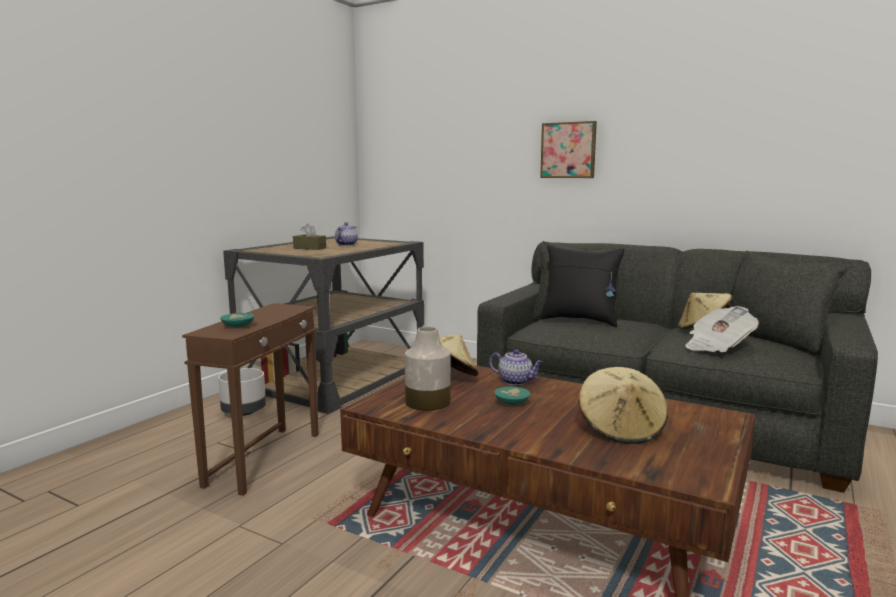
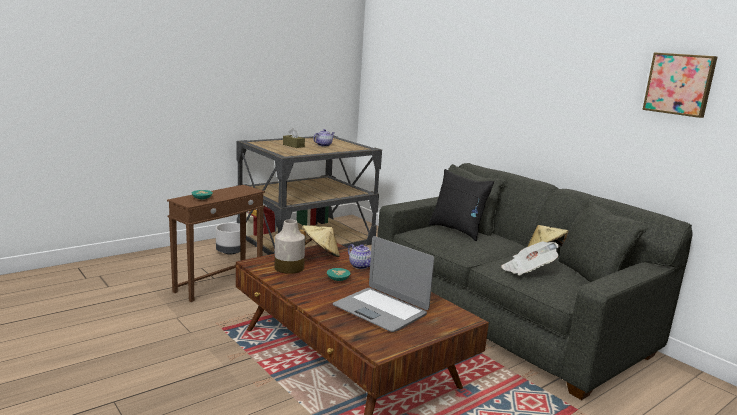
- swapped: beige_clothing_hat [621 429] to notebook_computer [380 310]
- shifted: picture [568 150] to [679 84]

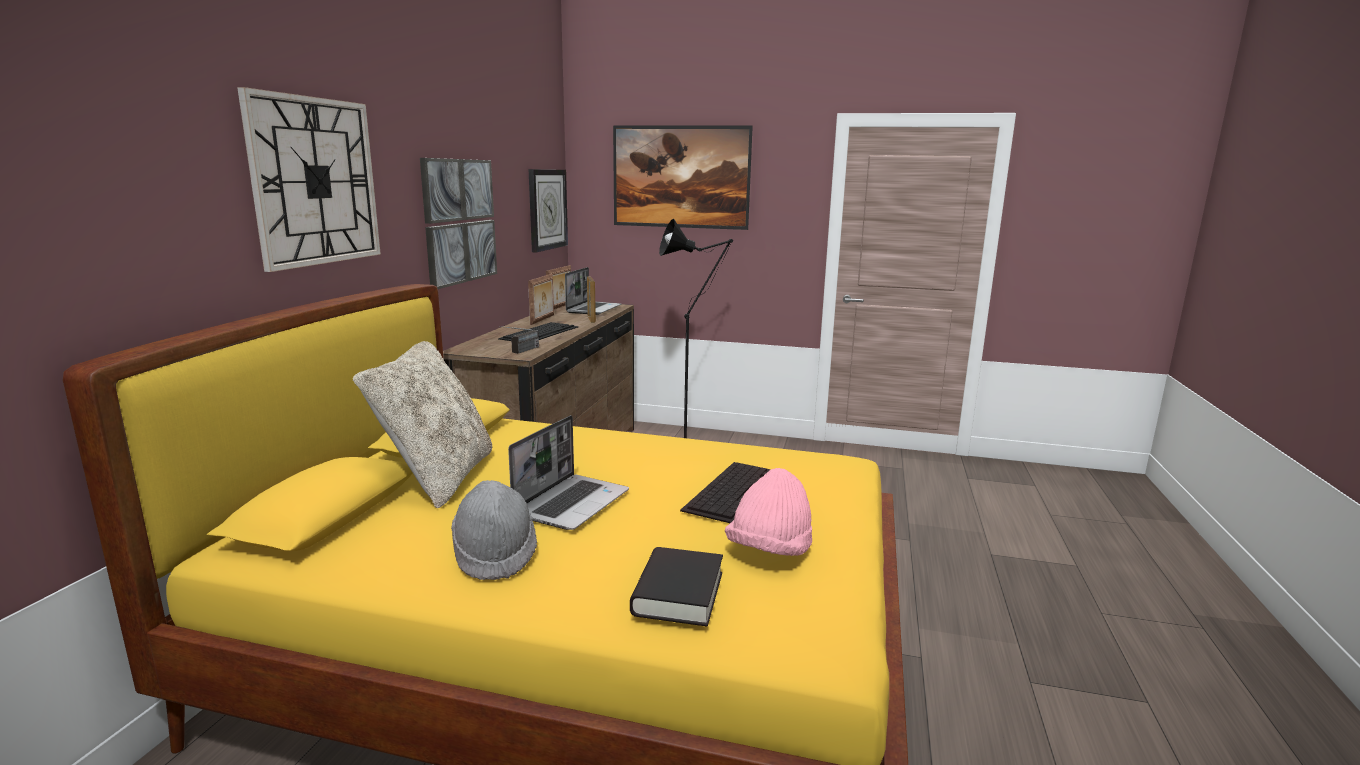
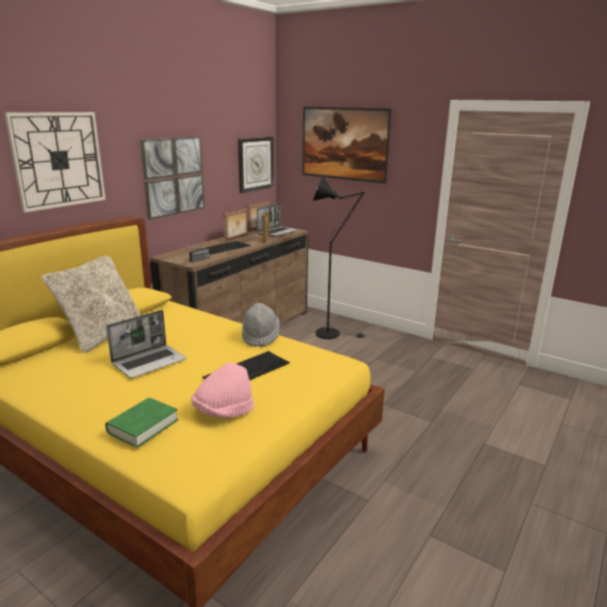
- repainted: black-coloured_bound_book [678 593] to green-coloured_bound_book [143 426]
- shifted: grey_clothing_hat [495 554] to [260 337]

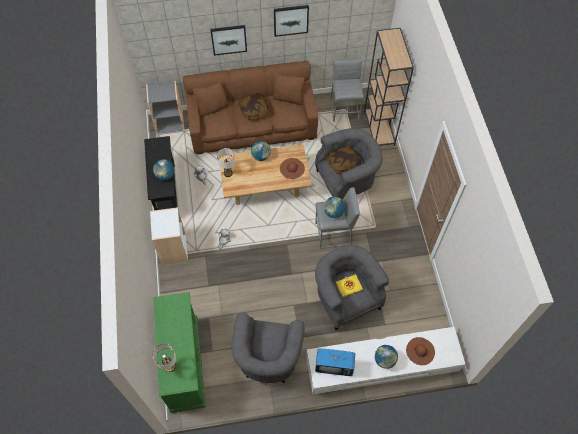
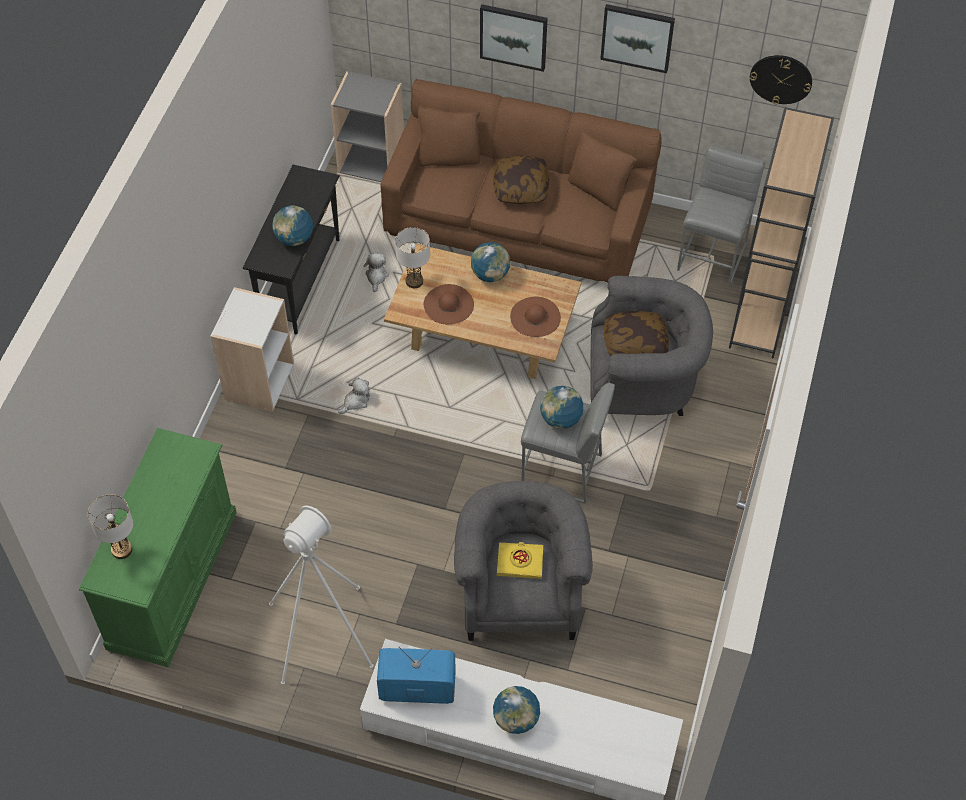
- swapped: grey_armchair [268 358] to white-coloured_standing_lamp [321 634]
- rotated: TV [334 366] = [417 689] 150 degrees clockwise
- shifted: brown-coloured_clothing_hat [420 351] to [448 304]
- new: wall_clock [781 79]

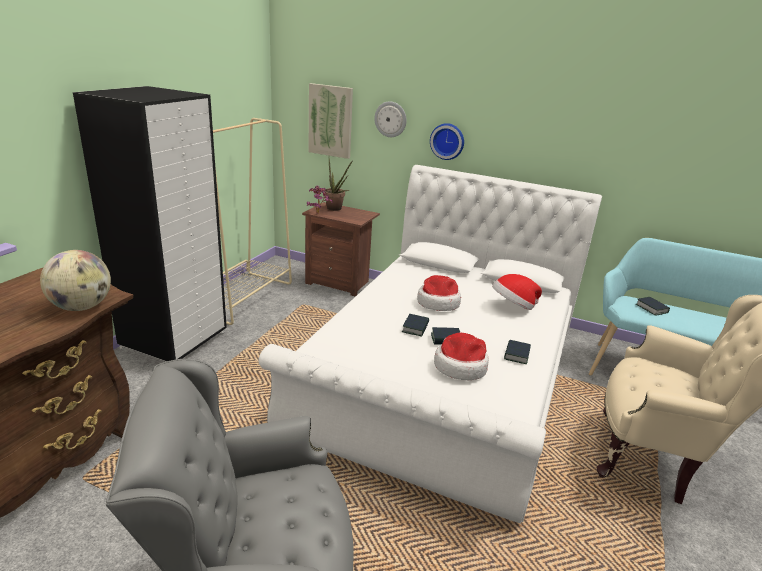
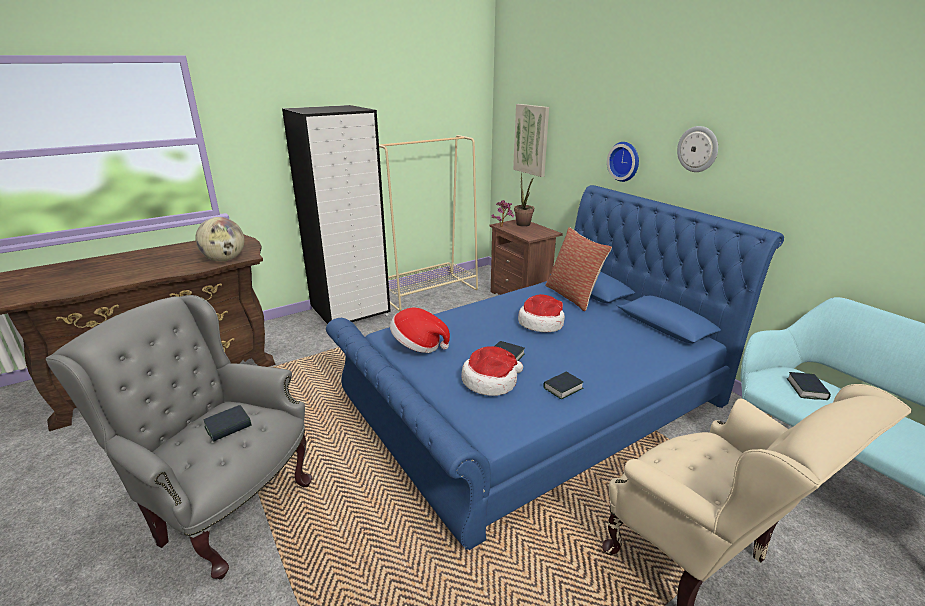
- shifted: bound_book [415 328] to [228 427]
- repainted: white-coloured_sleeping_bed [443 374] to bluish_sleeping_bed [537 399]
- shifted: clothing_hat [513 306] to [418 345]
- new: throw_pillow [573 296]
- shifted: wall_clock [390 119] to [698 149]

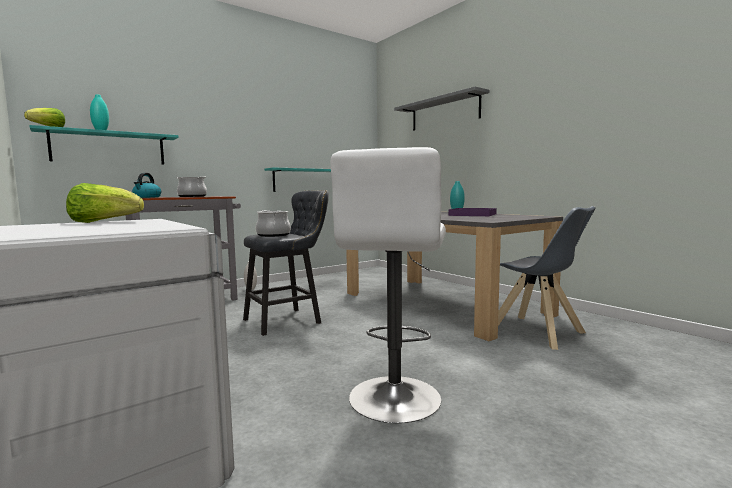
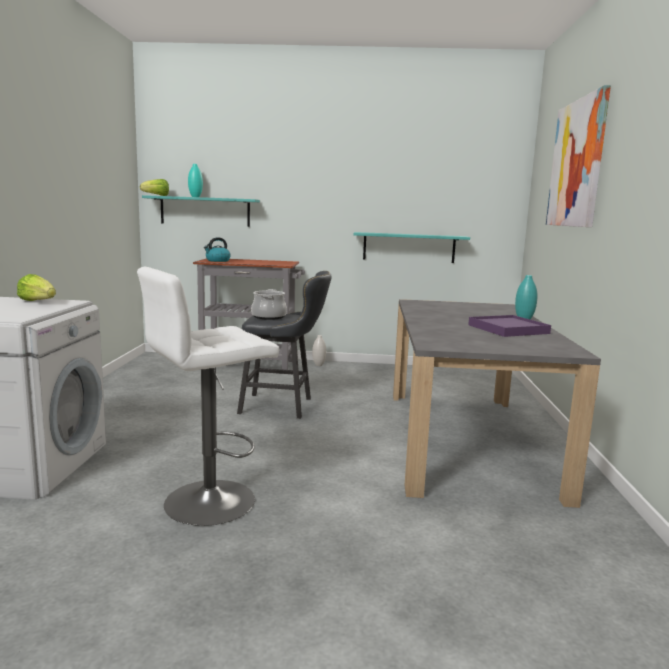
- swapped: grey_bracket_shelf [444 112] to picture [576 164]
- gone: cooking_pot [192 196]
- gone: grey_plain_chair [538 333]

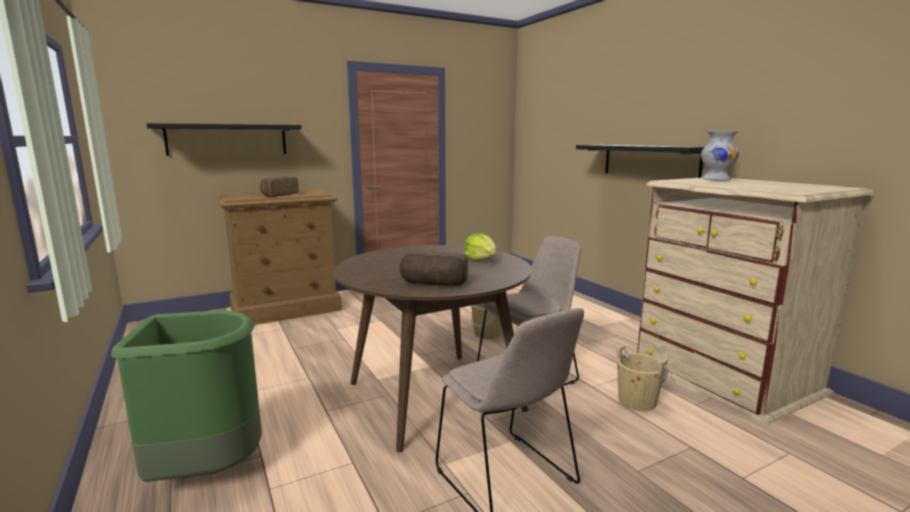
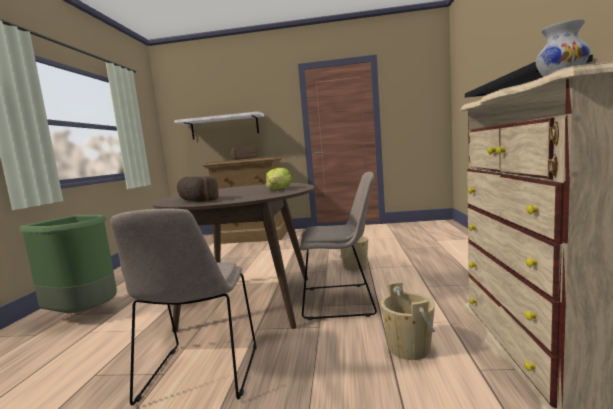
- repainted: black-coloured_bracket_shelf [227 139] to white-coloured_bracket_shelf [224 127]

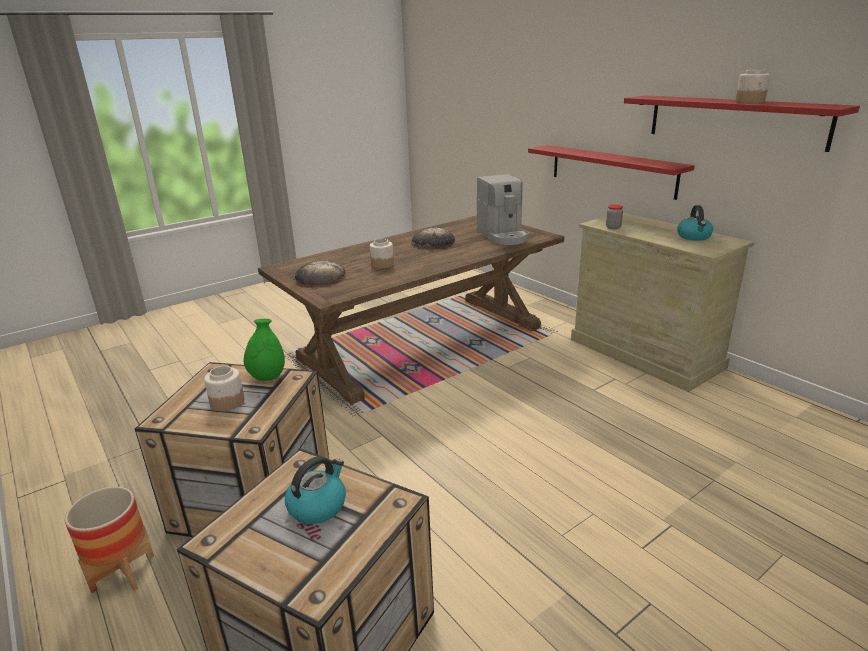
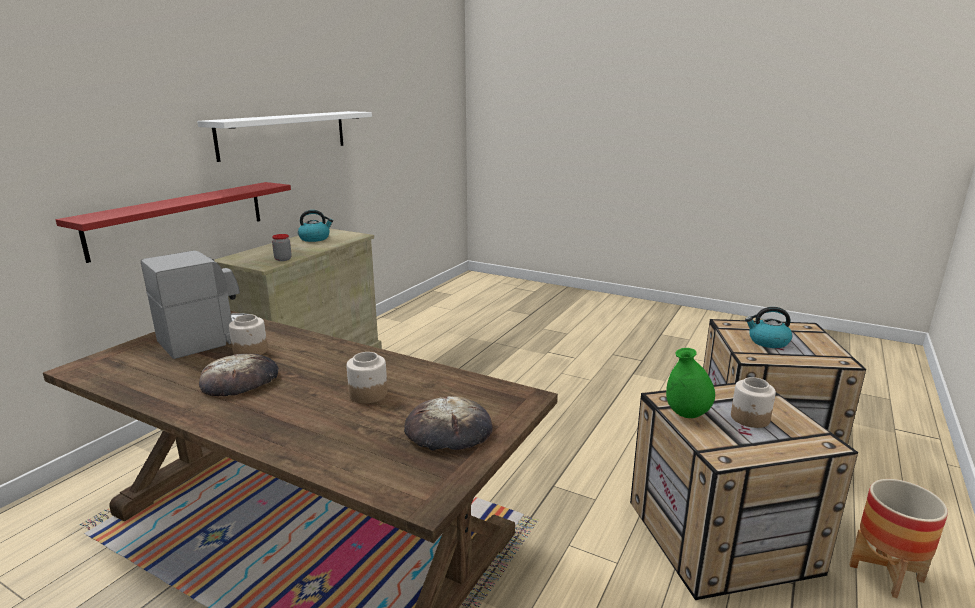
- repainted: reddish_bracket_shelf [734 121] to white-coloured_bracket_shelf [284 134]
- shifted: preserve_jar [750 101] to [251 351]

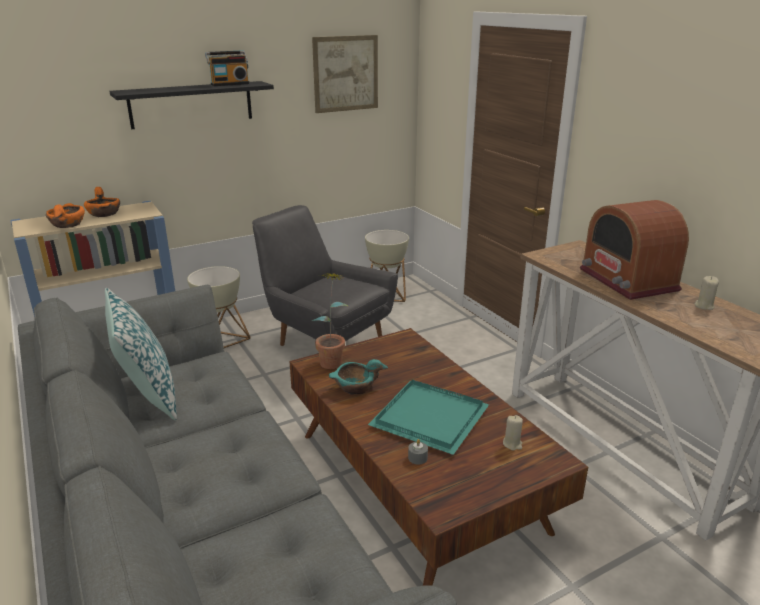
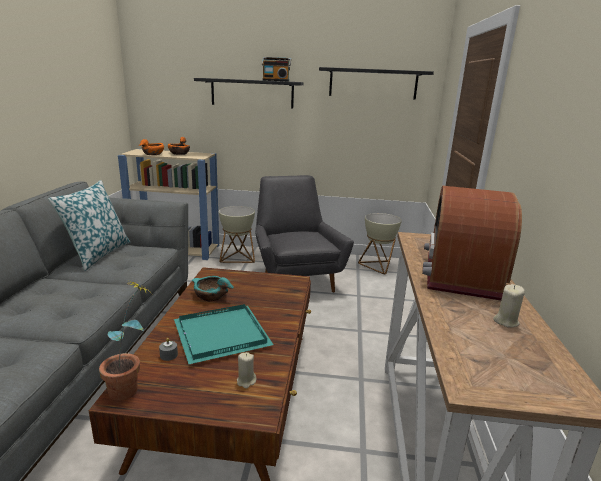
- shifted: potted_plant [332 359] to [132 387]
- swapped: picture [345 73] to black-coloured_bracket_shelf [373 83]

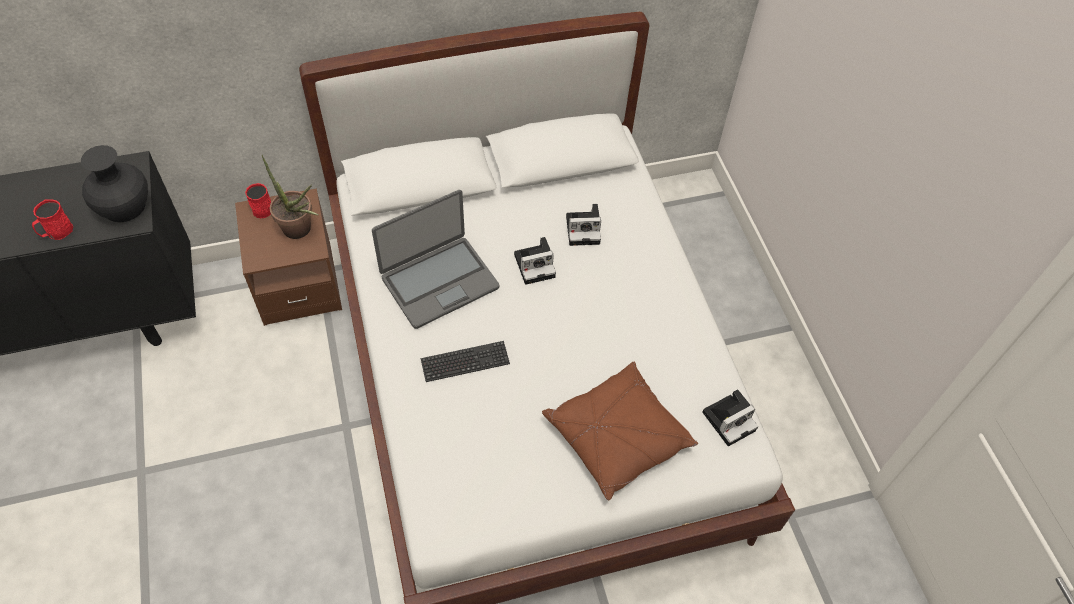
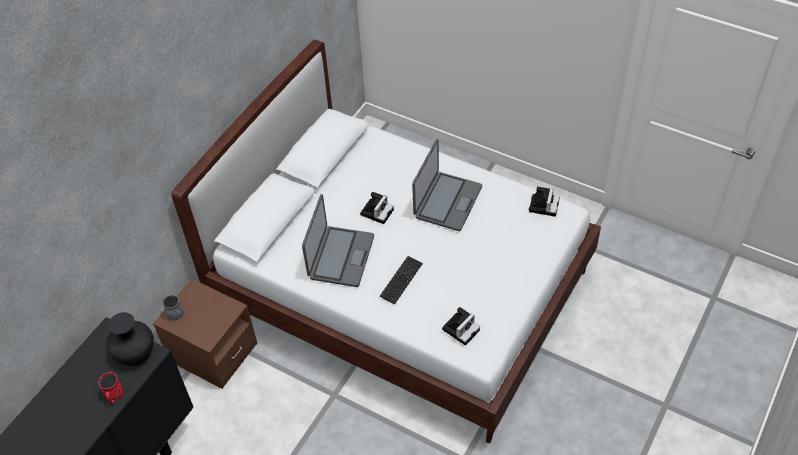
- repainted: reddish_tea_mug [262 207] to grey_tea_mug [173 312]
- new: notebook_computer [447 202]
- shifted: still_camera [584 229] to [461 328]
- gone: potted_plant [301 232]
- gone: brown-coloured_throw_pillow [617 437]

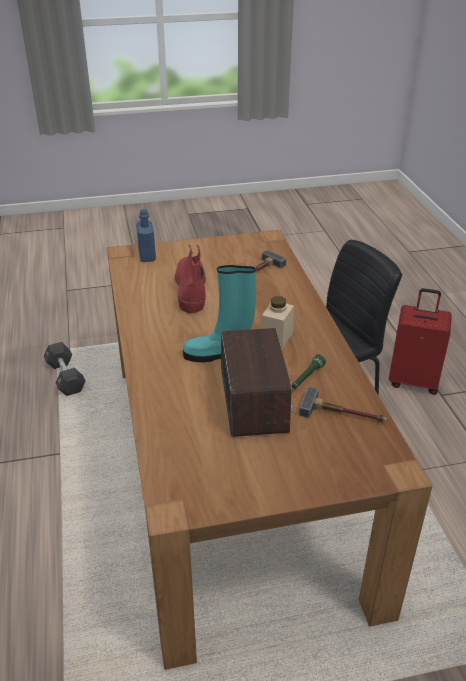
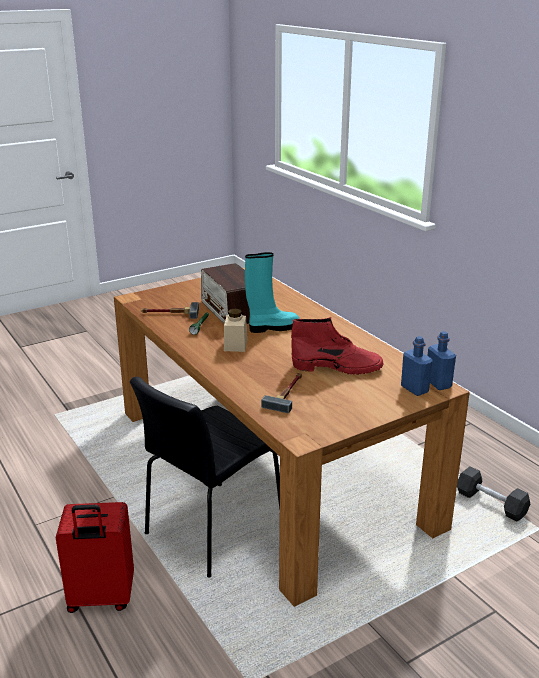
- rotated: reddish_high-top_boot [191 288] = [338 367] 60 degrees counterclockwise
- new: bluish_bottle [438 384]

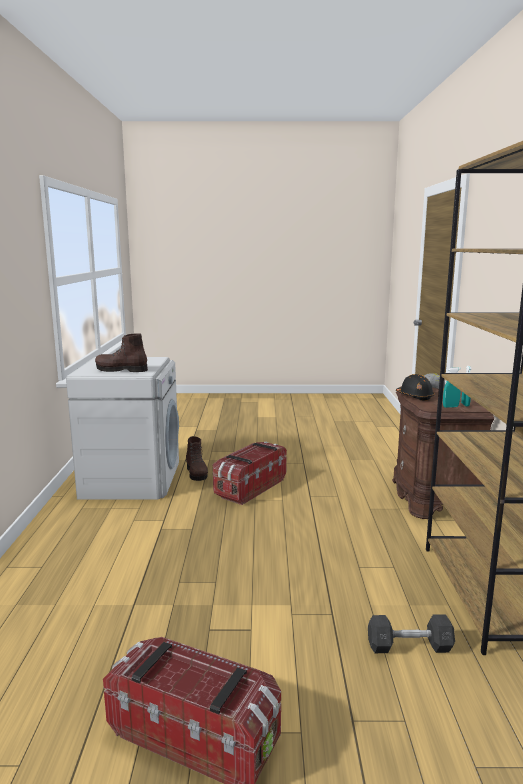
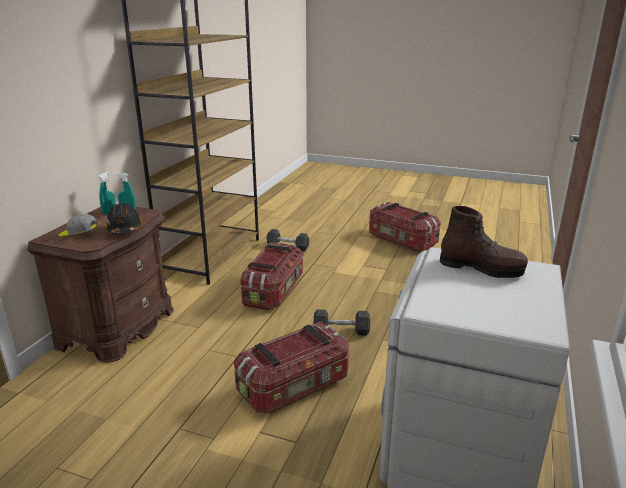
- new: storage_bin [274 291]
- new: grey_hand_weight [341 331]
- gone: brown-coloured_high-top_boot [196 473]

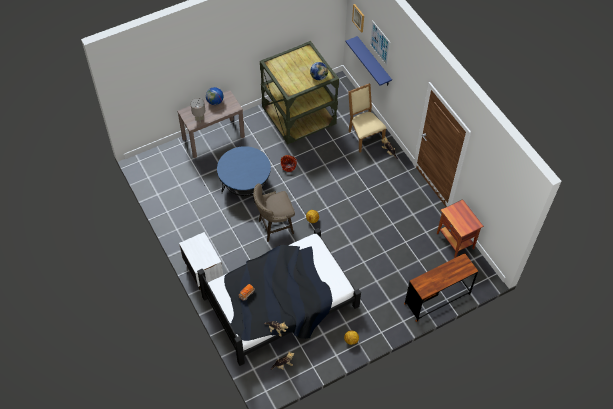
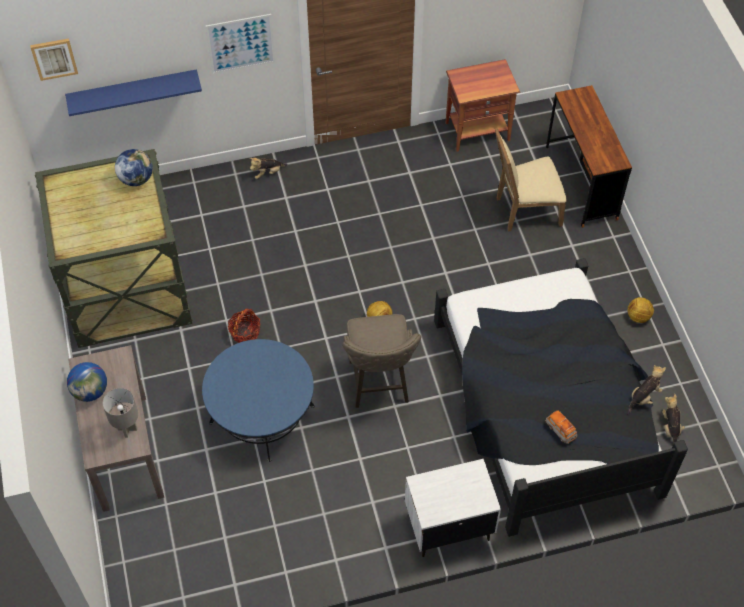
- shifted: picture [380 43] to [241 43]
- shifted: beige_plain_chair [364 136] to [524 210]

